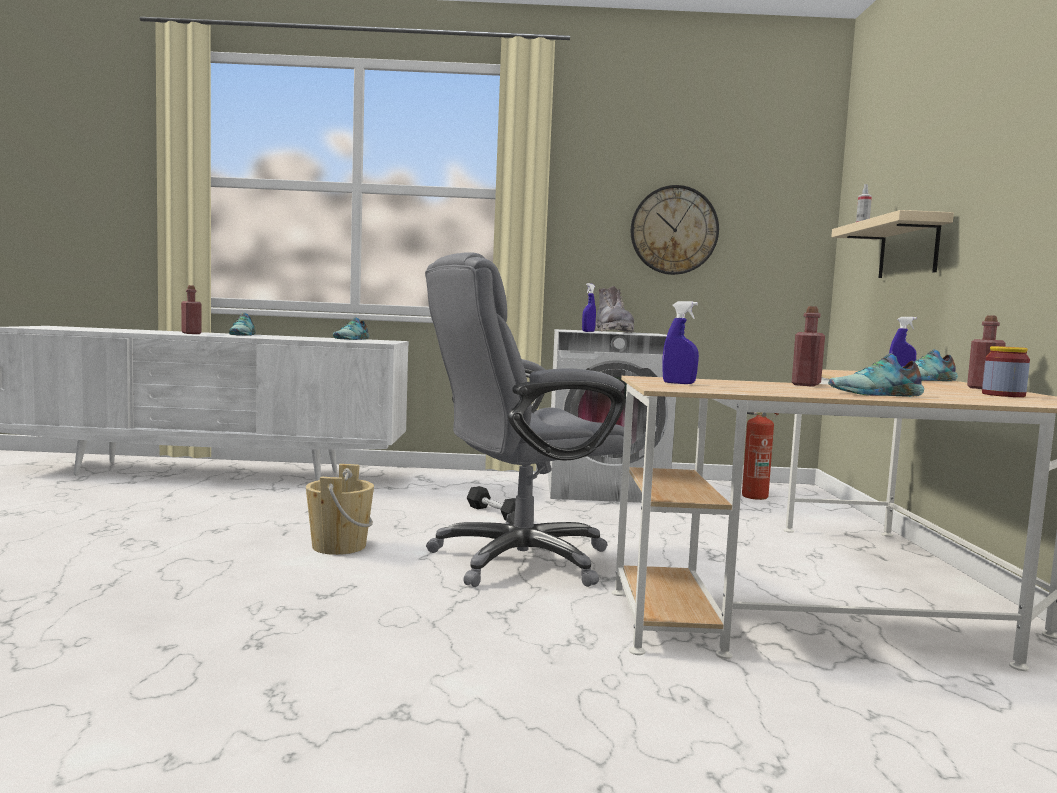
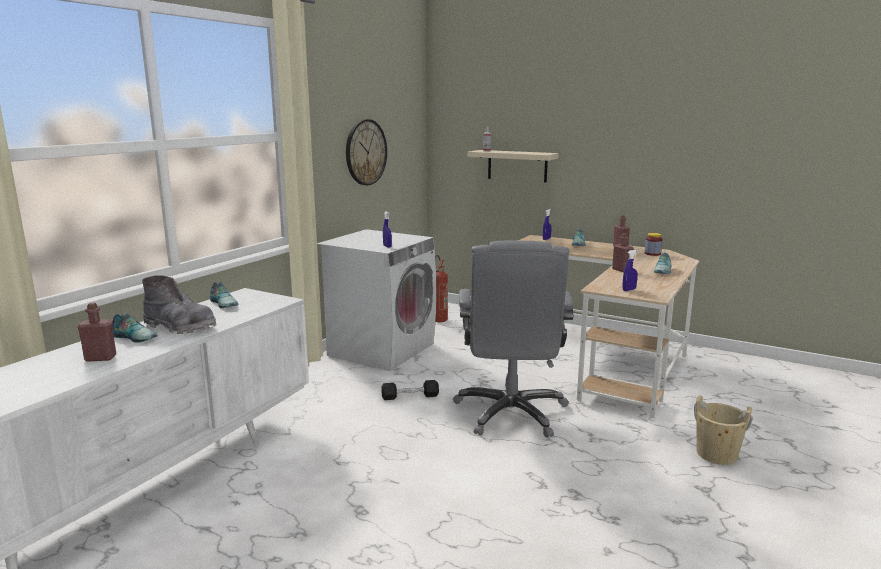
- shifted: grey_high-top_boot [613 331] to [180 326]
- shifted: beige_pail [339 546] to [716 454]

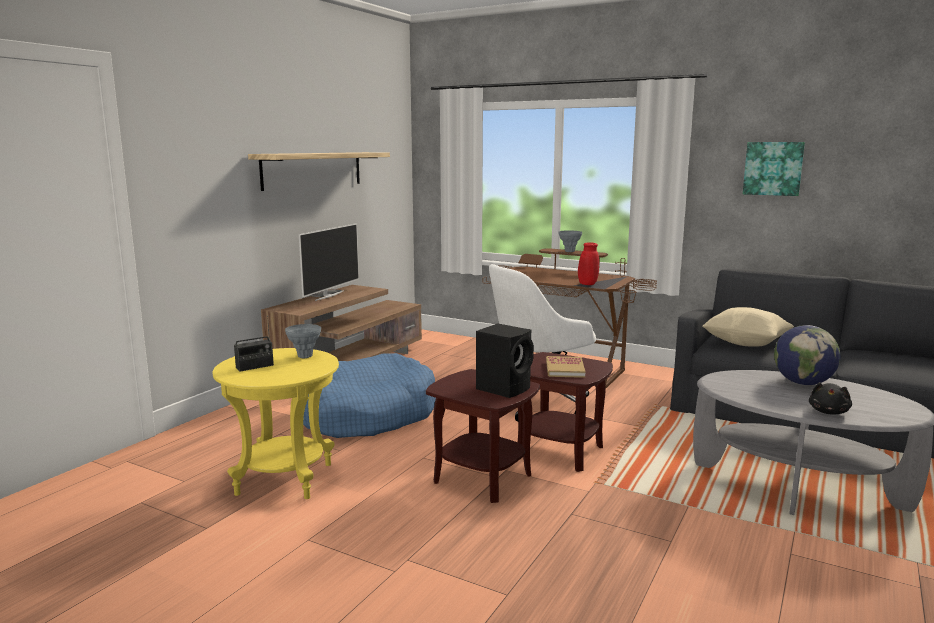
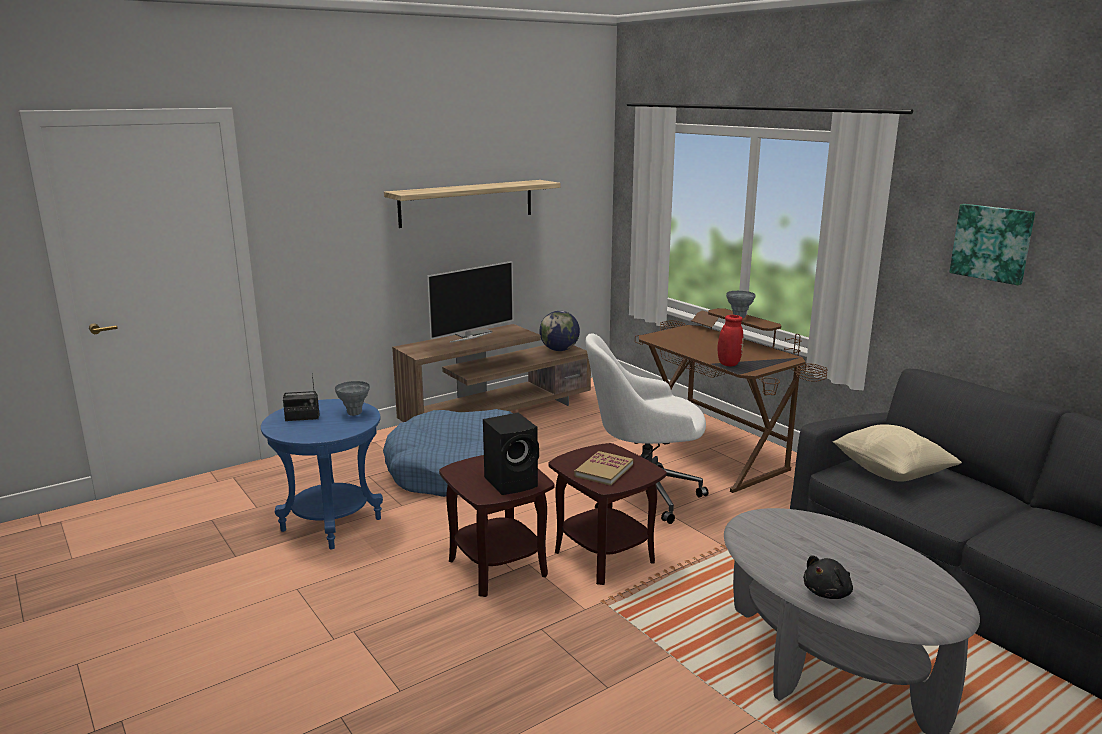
- repainted: yellow-coloured_side_table [285 479] to bluish_side_table [331 524]
- shifted: desk_globe [803 383] to [559 350]

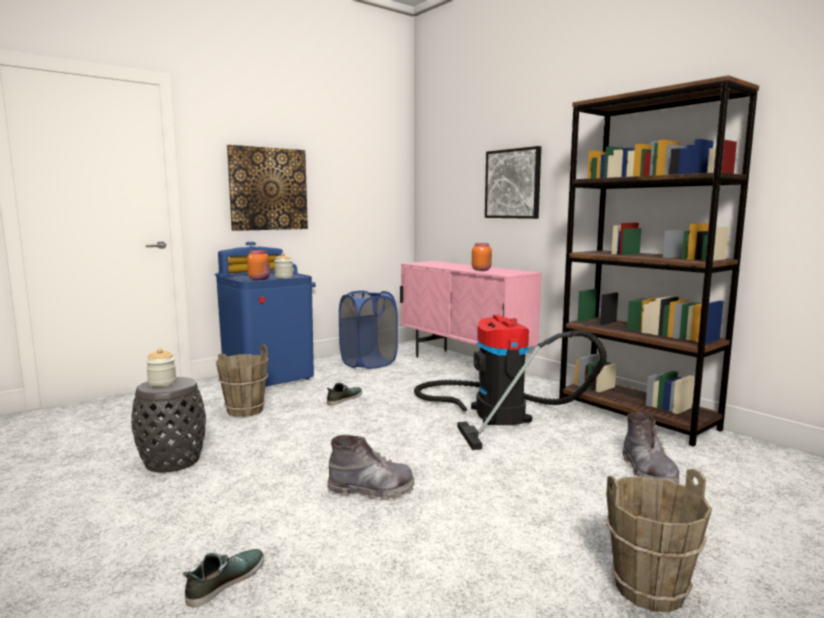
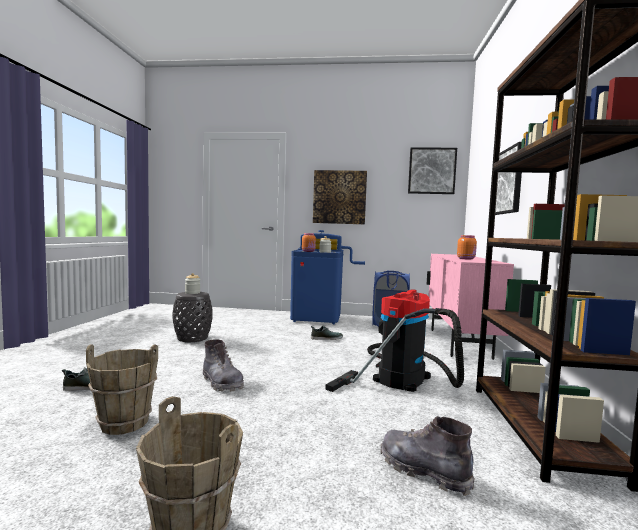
- shifted: brown-coloured_pail [244 410] to [124 422]
- rotated: grey_high-top_boot [648 472] = [423 470] 90 degrees clockwise
- new: picture [431 171]

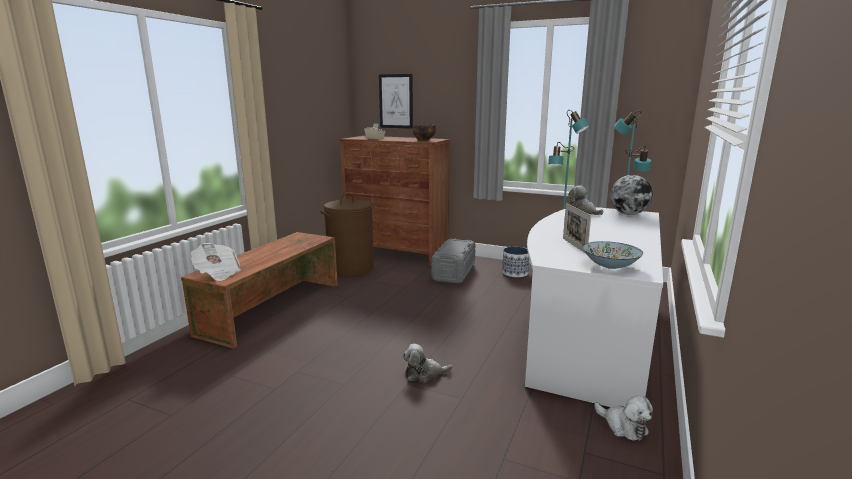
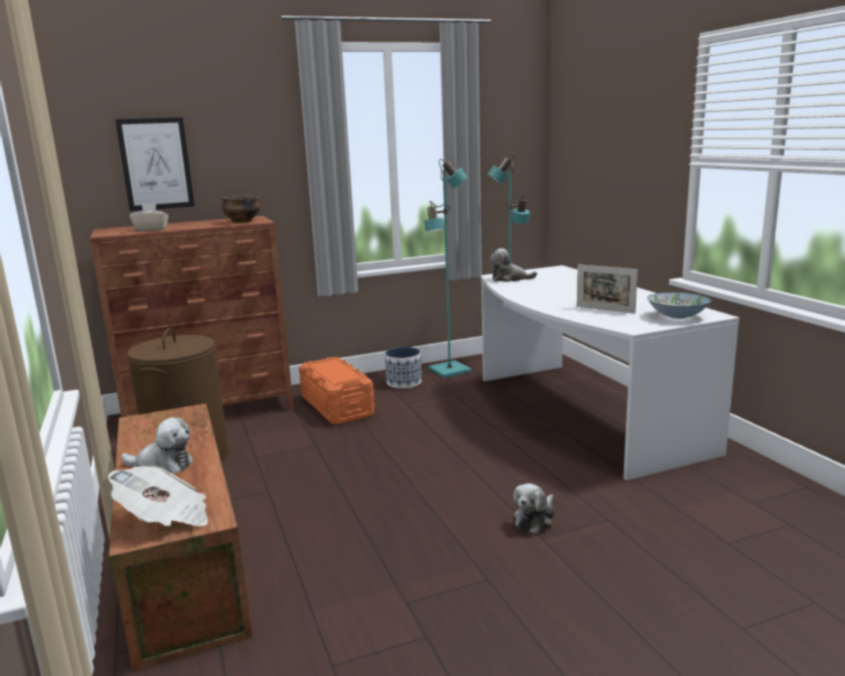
- shifted: soft_toy [623 426] to [162 465]
- repainted: grey_storage_bin [454 272] to orangey_storage_bin [337 406]
- gone: desk_globe [628 214]

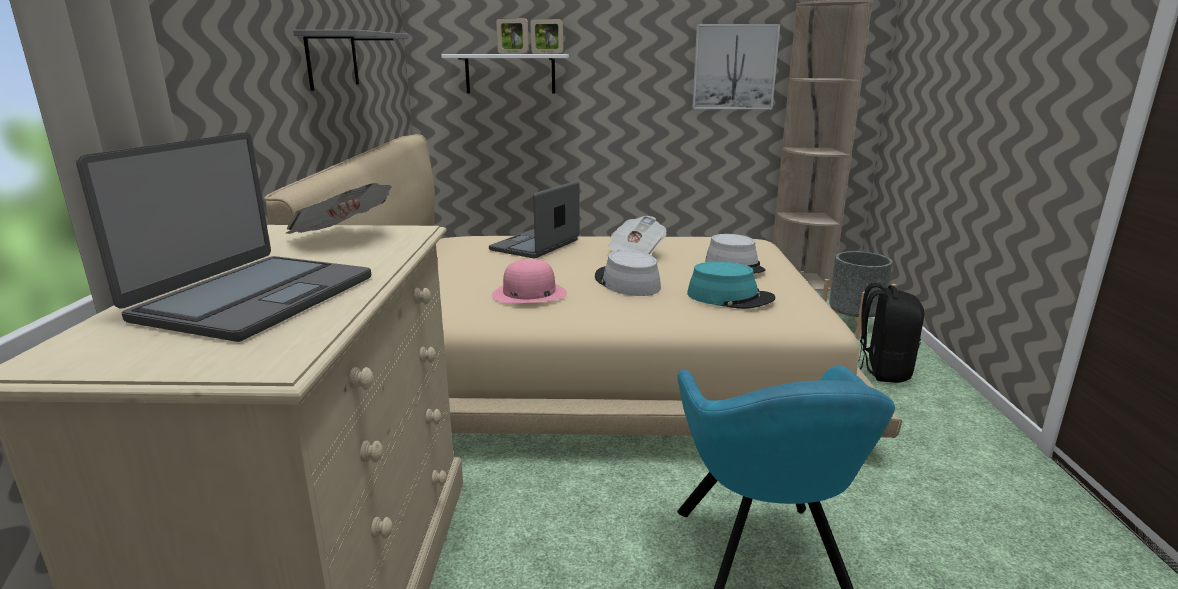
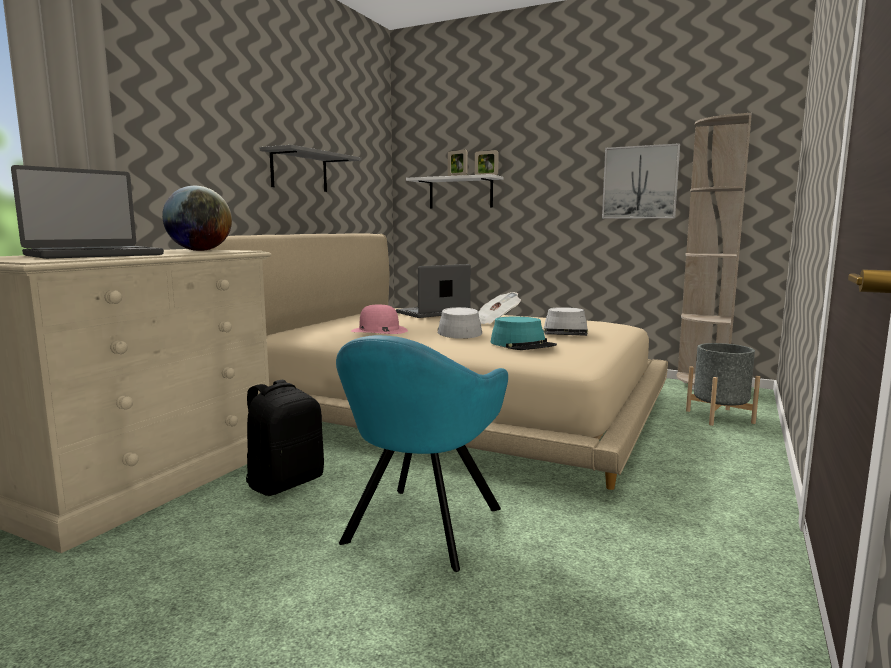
- swapped: daily_paper [342 238] to desk_globe [200 250]
- shifted: black-coloured_knapsack [881 370] to [285 482]

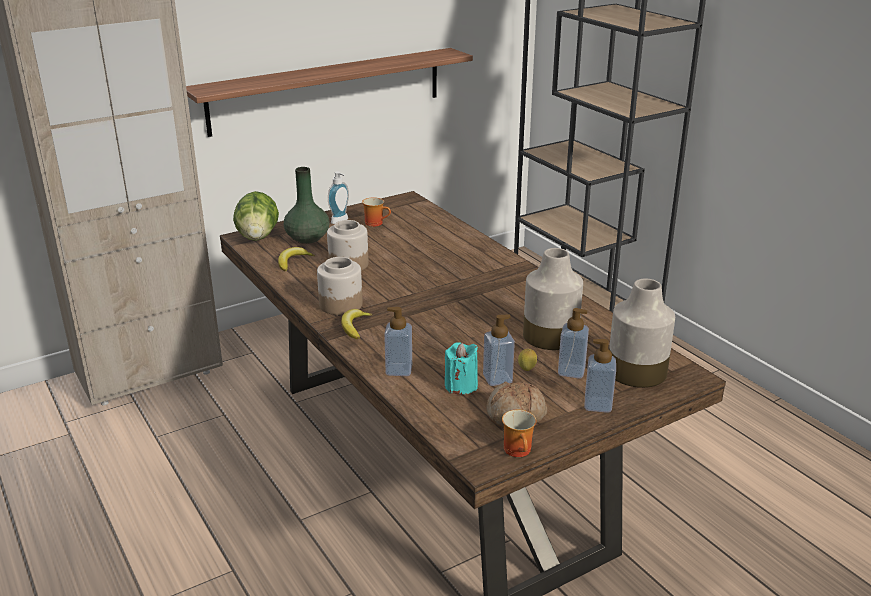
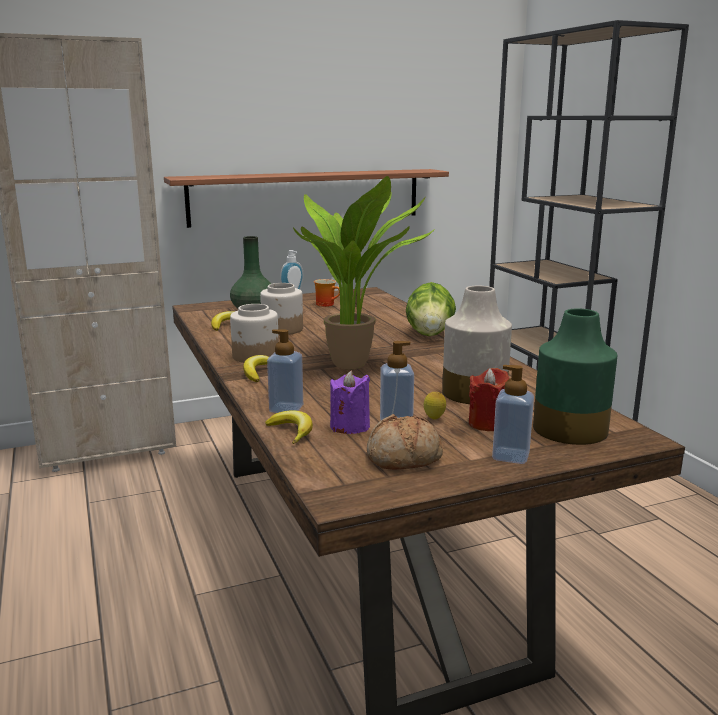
- new: whole_banana [292 432]
- new: potted_plant [356 364]
- repainted: turquoise_wax_candle [461 385] to purple_wax_candle [350 426]
- shifted: lettuce_head [258 237] to [430 334]
- swapped: liquid_soap_bottle [571 371] to reddish_wax_candle [488 424]
- repainted: beige_decorative_vase [636 370] to green-coloured_decorative_vase [569 428]
- gone: tea_mug [520 451]

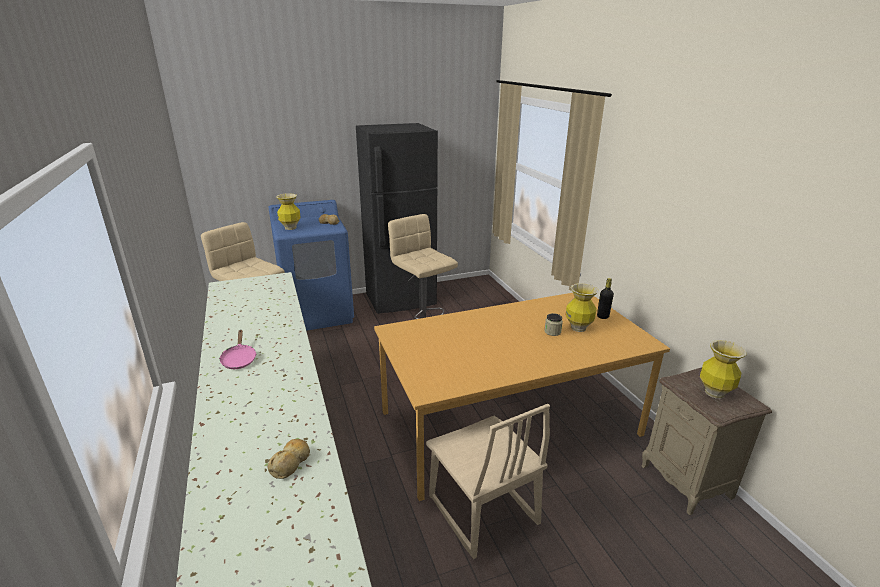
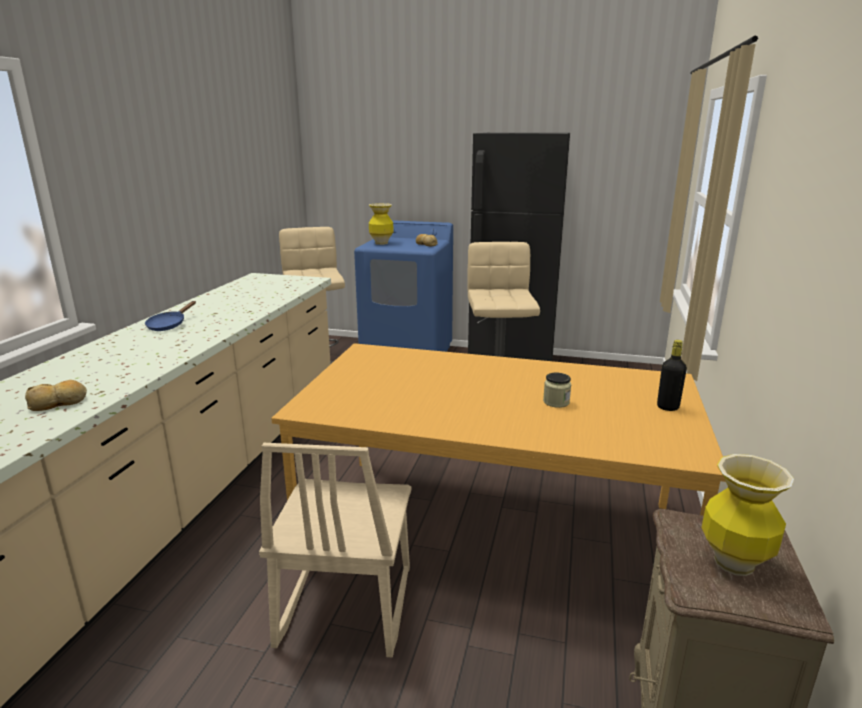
- repainted: pinkish_frying_pan [239 359] to bluish_frying_pan [169 325]
- gone: decorative_vase [578 328]

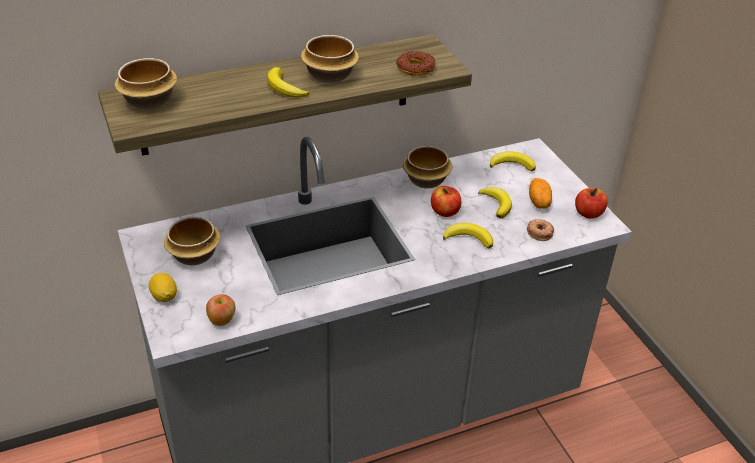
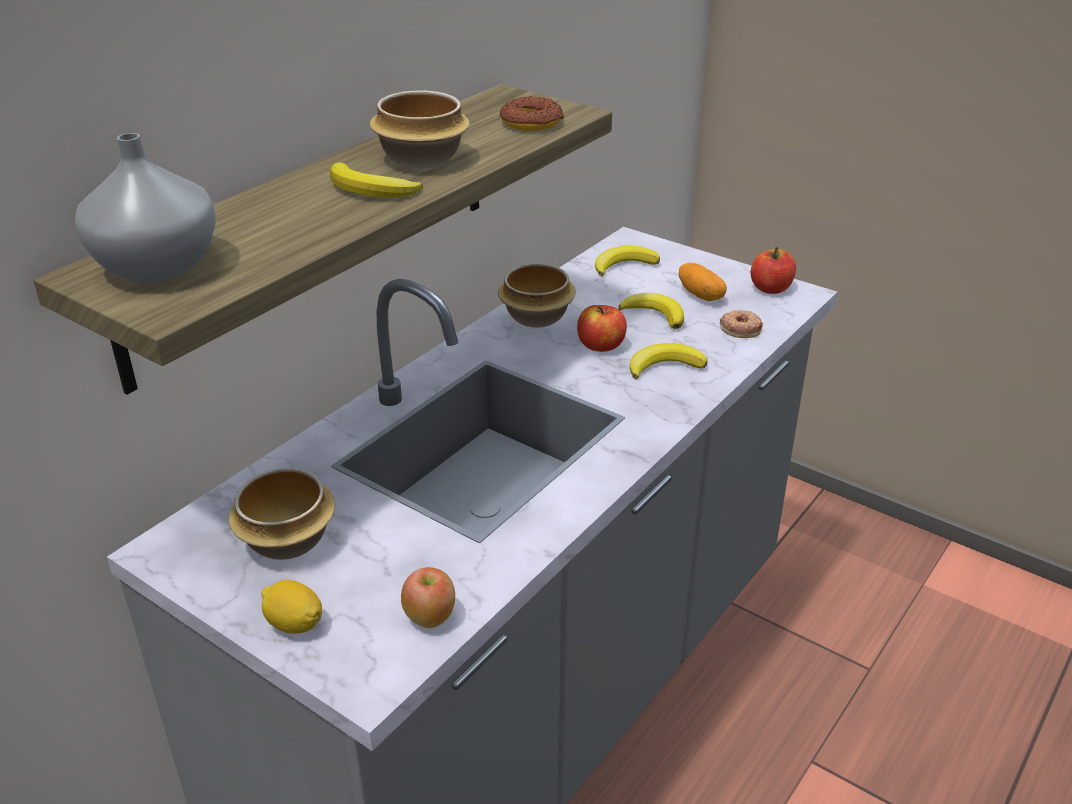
- swapped: deep_dish [150 102] to grey_decorative_vase [160 266]

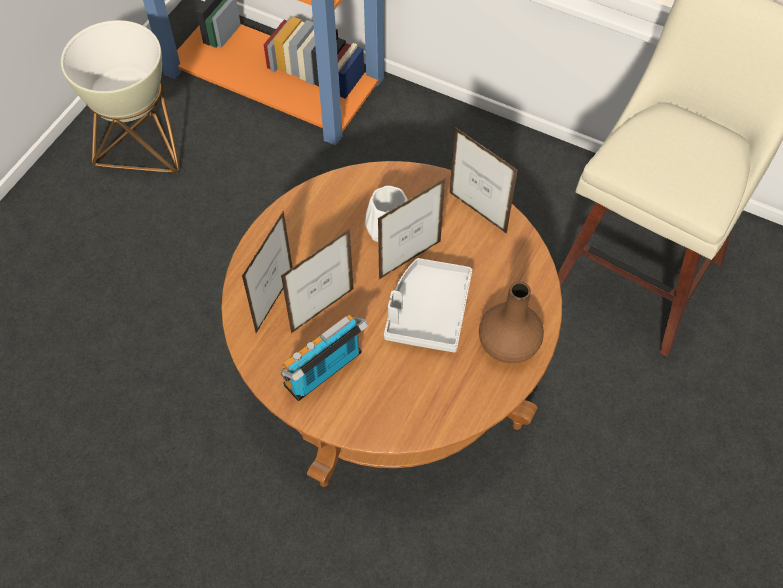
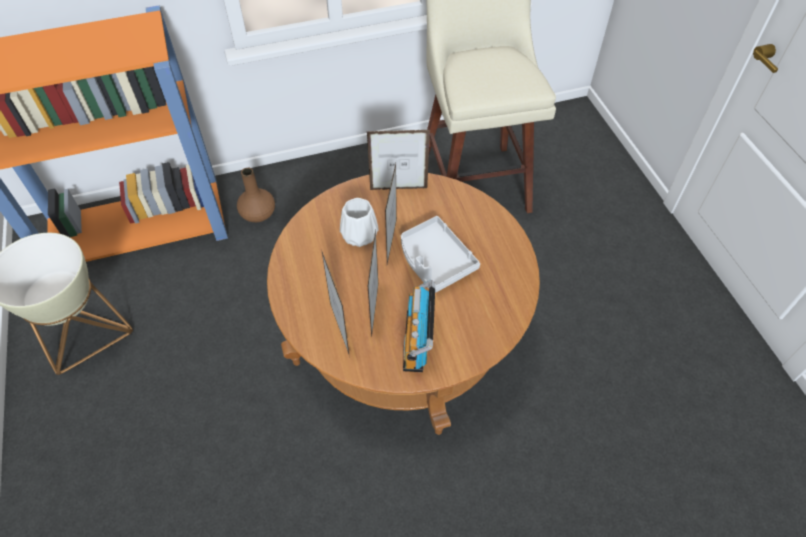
- shifted: brown-coloured_decorative_vase [509 343] to [258 214]

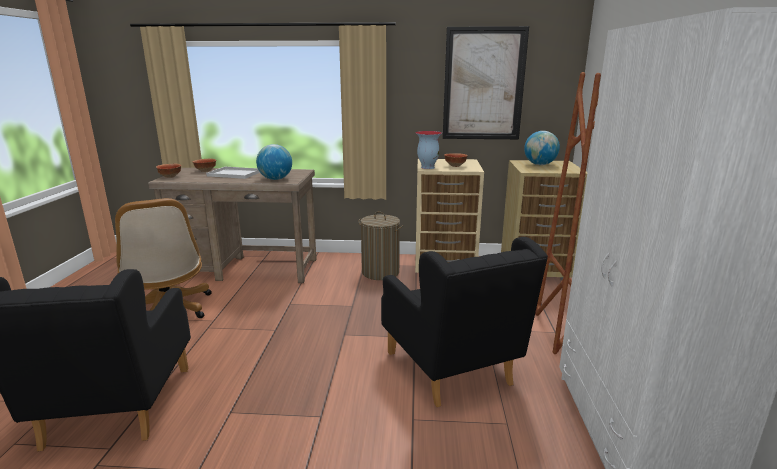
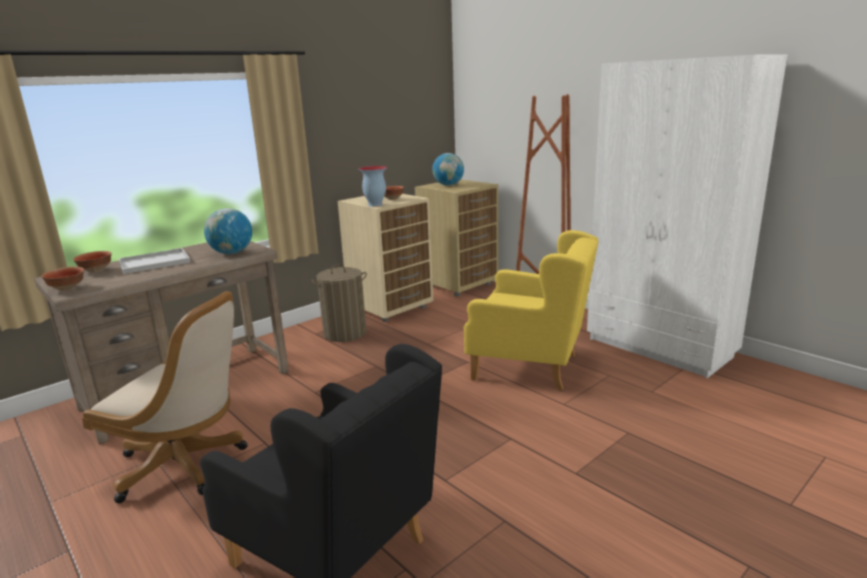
- repainted: black-coloured_armchair [453 369] to yellow-coloured_armchair [530 366]
- gone: picture [483 84]

